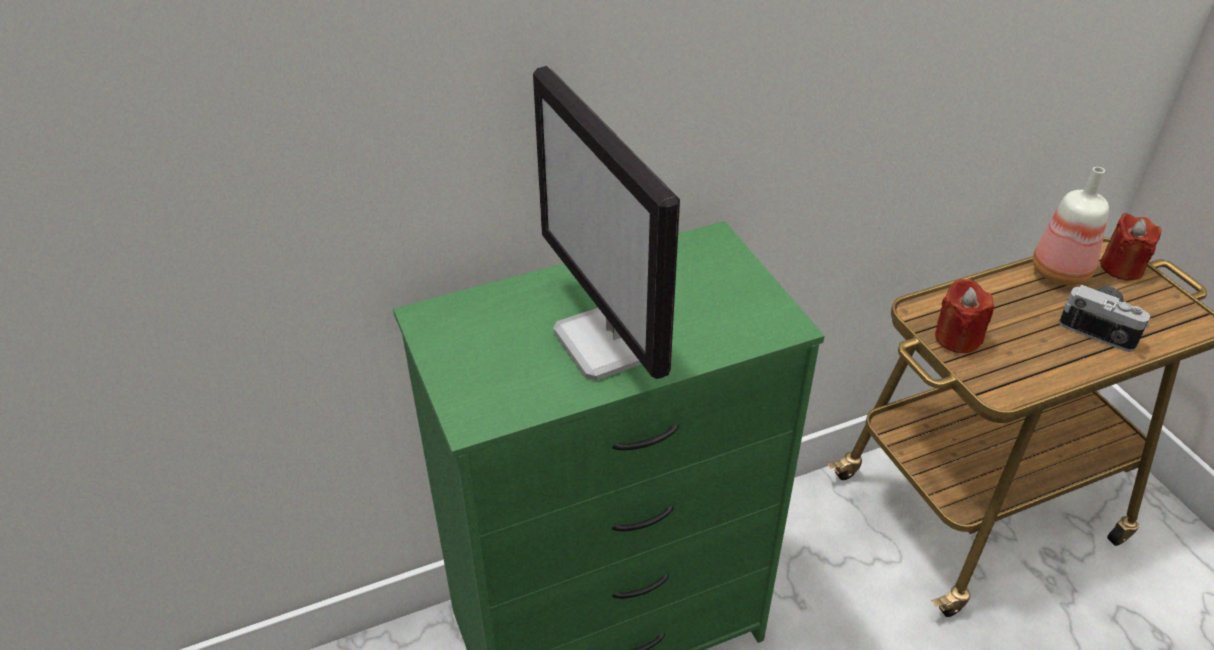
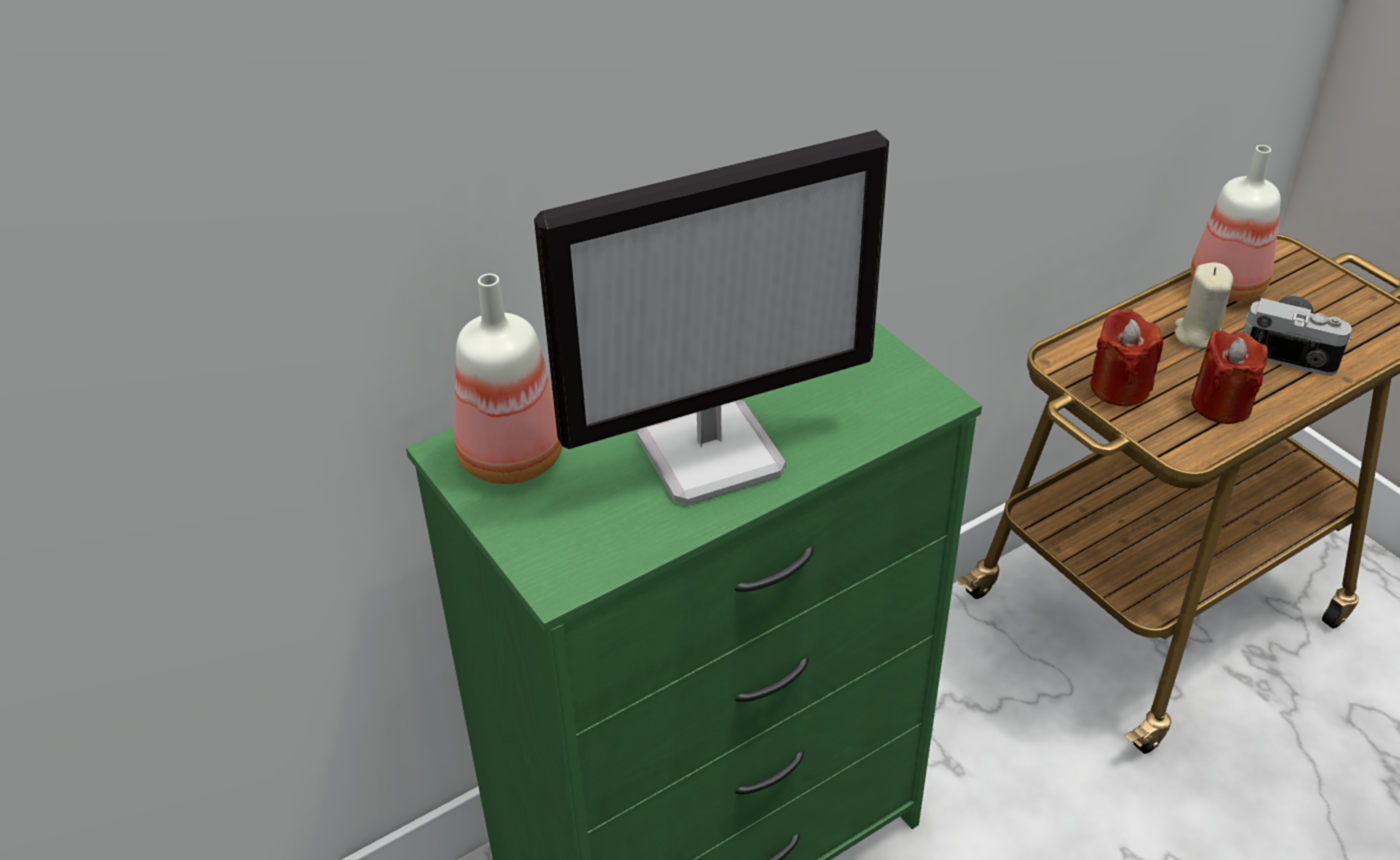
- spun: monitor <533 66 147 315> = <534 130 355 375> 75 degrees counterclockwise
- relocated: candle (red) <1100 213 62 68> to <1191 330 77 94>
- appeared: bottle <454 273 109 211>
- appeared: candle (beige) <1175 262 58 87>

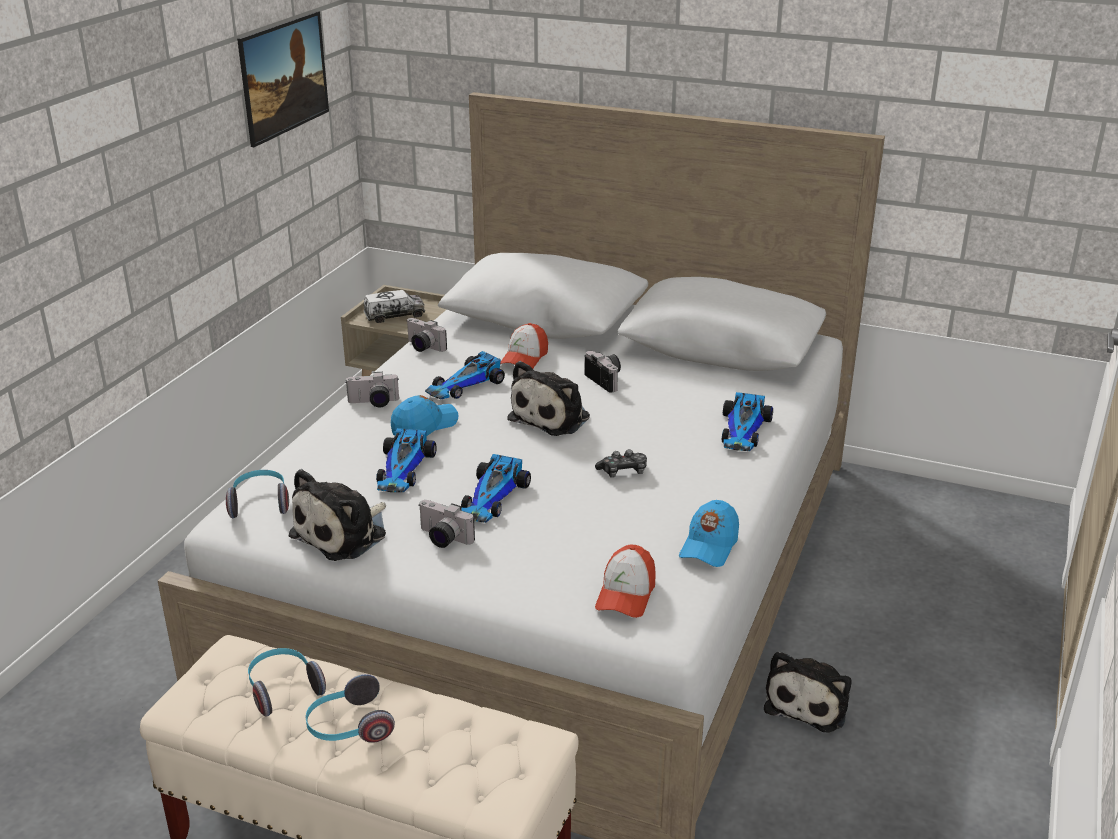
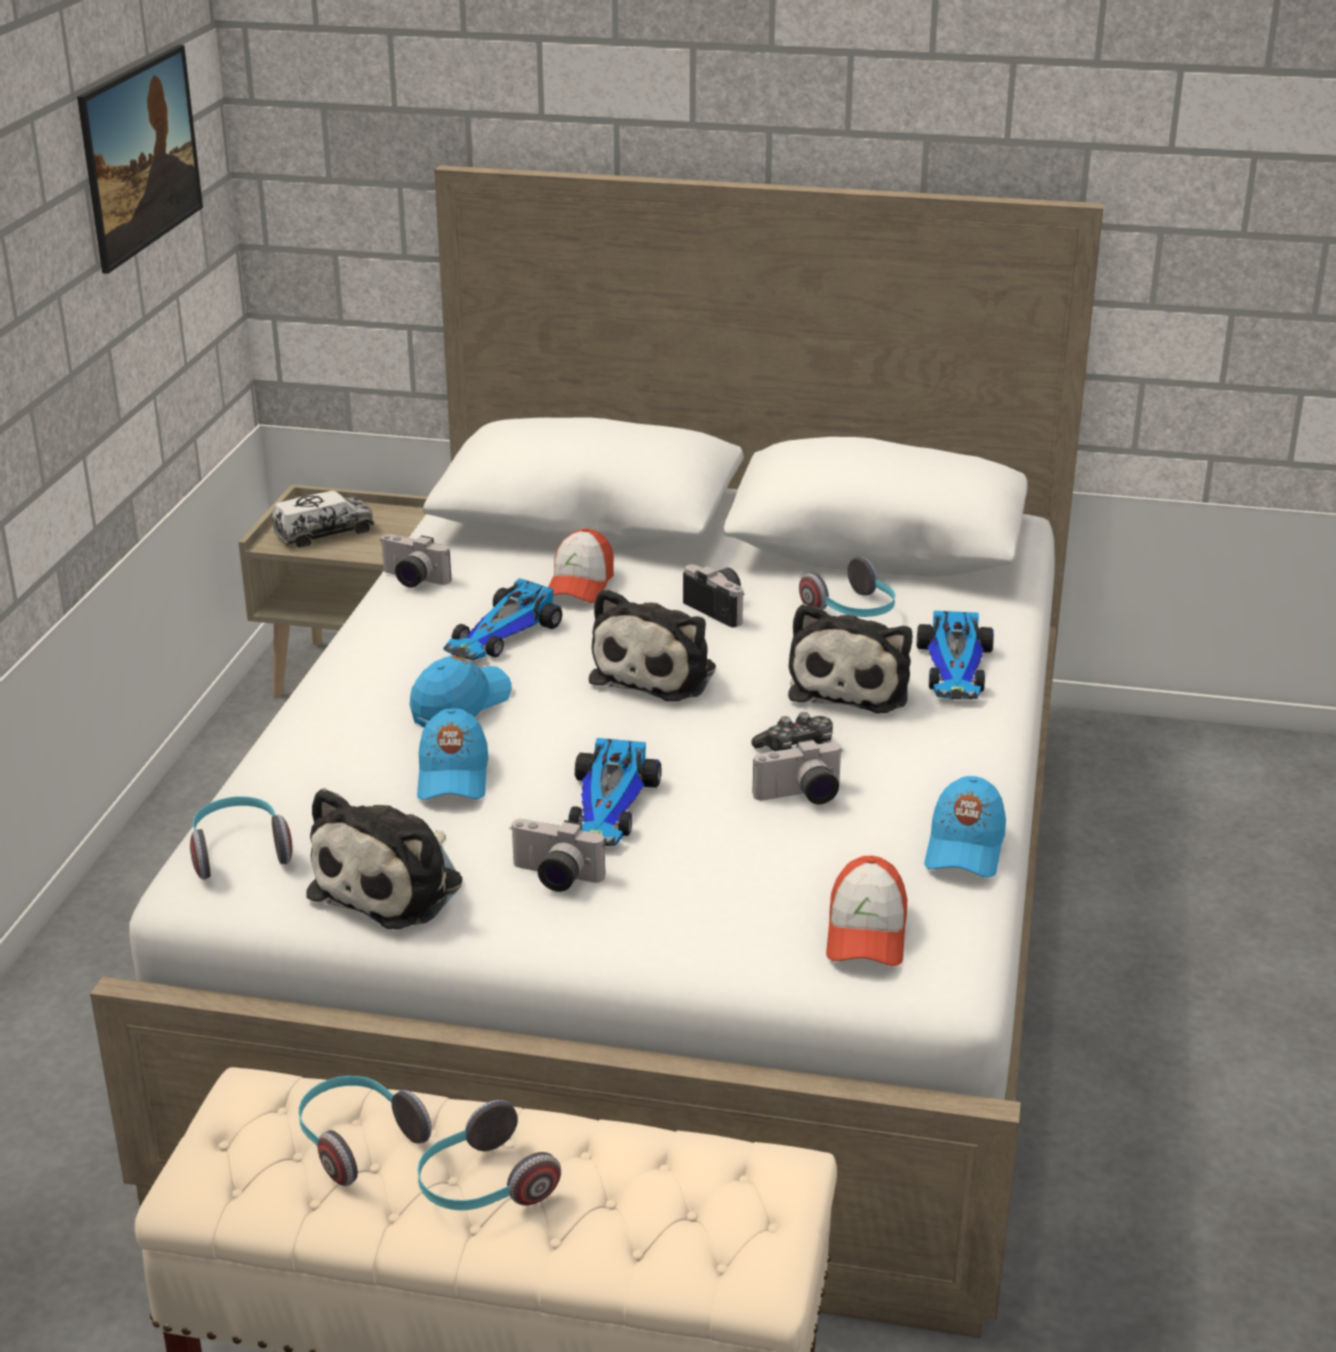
- relocated: photo camera <346 372 53 35> to <753 739 91 65>
- exchanged: toy car <376 428 60 64> to cap (blue) <417 708 71 92>
- relocated: plush toy <764 651 87 82> to <788 603 124 111>
- appeared: headphones <799 557 96 60>

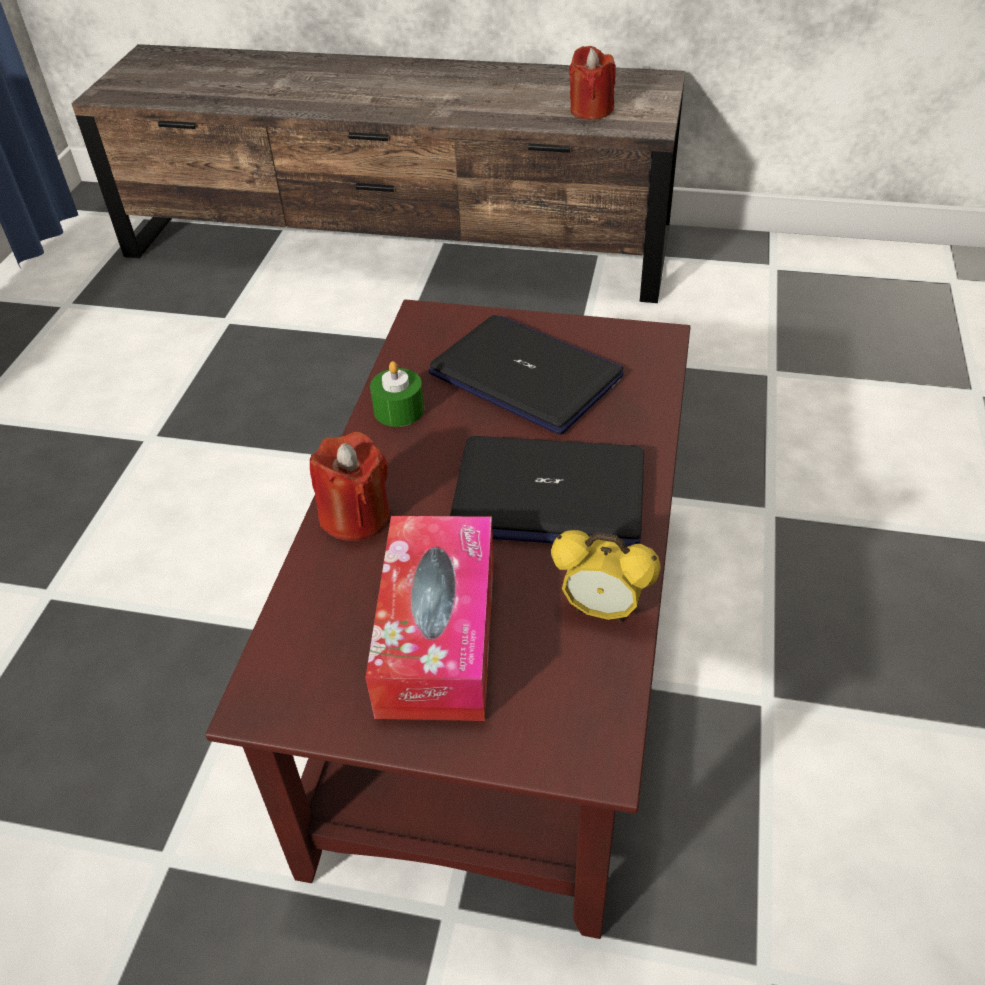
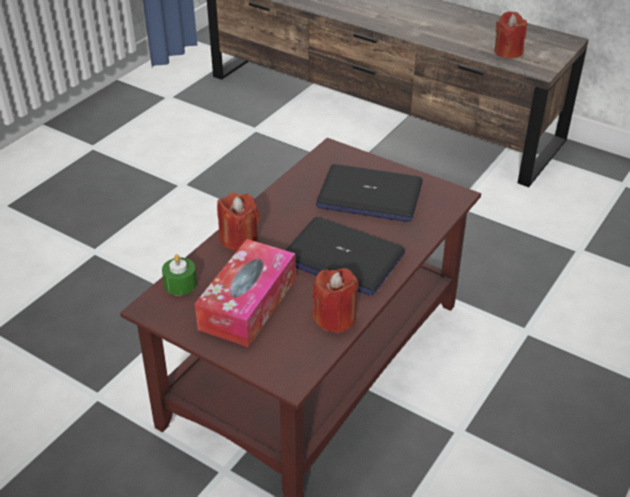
- relocated: candle (green) <370 361 54 66> to <162 254 35 42>
- spun: laptop <428 315 196 119> = <316 164 107 58> 135 degrees clockwise
- exchanged: alarm clock <551 530 110 93> to candle (red) <313 268 46 65>

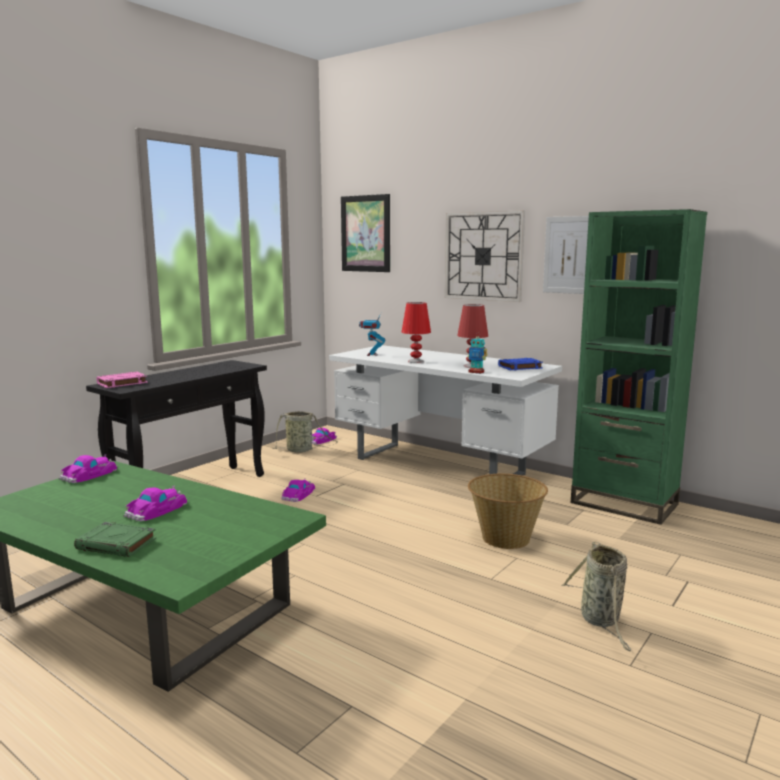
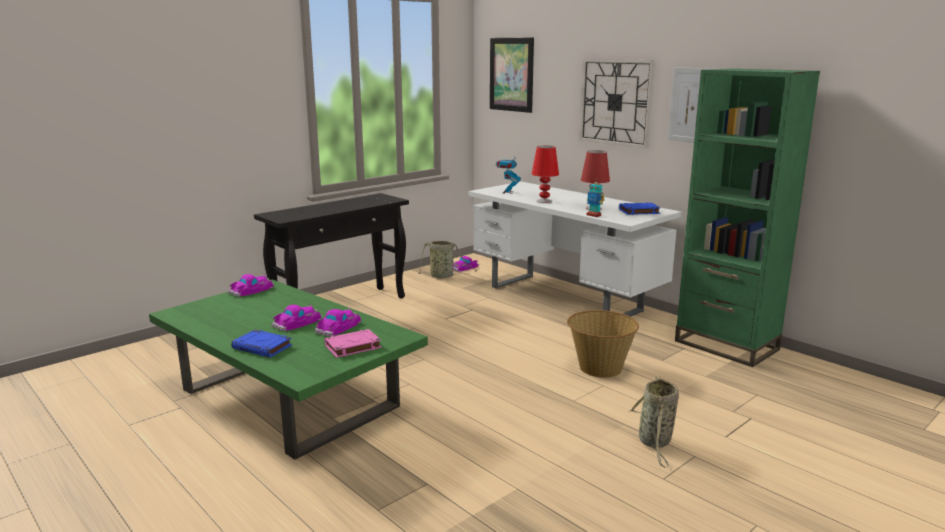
- colour: book (green) <74 522 82 35> to book (blue) <231 329 61 28>
- relocated: book (pink) <97 372 51 16> to <324 329 57 29>
- relocated: toy car <282 478 33 24> to <315 308 46 28>

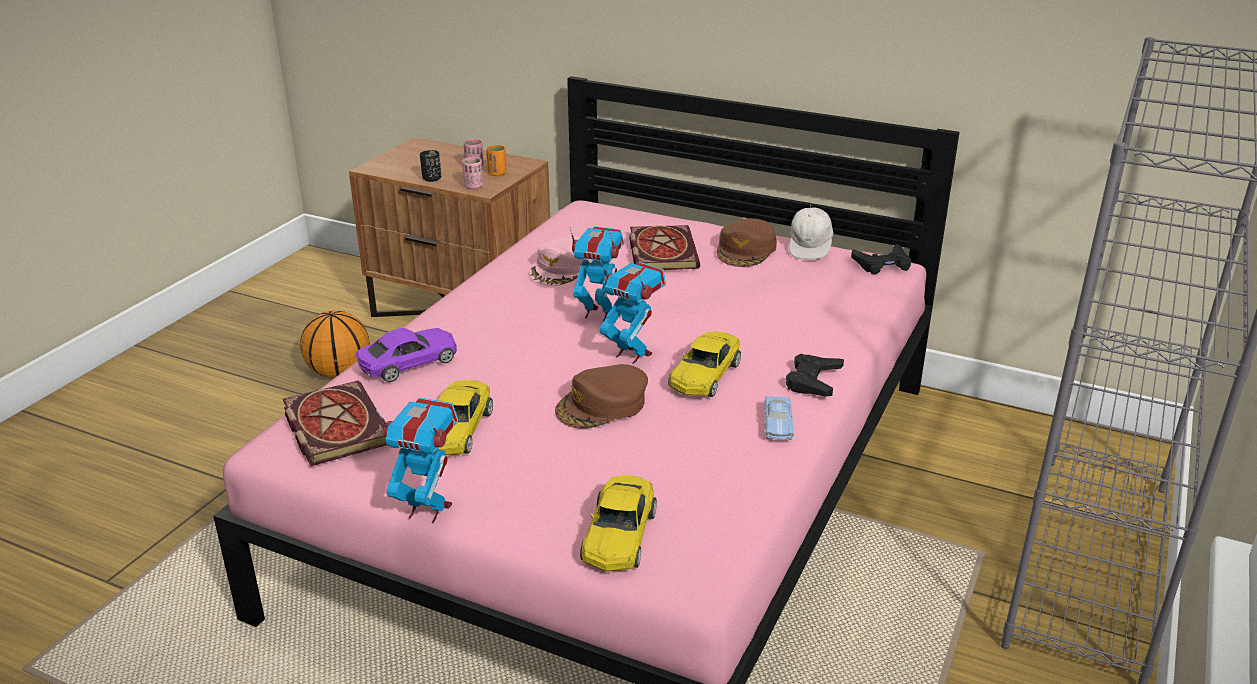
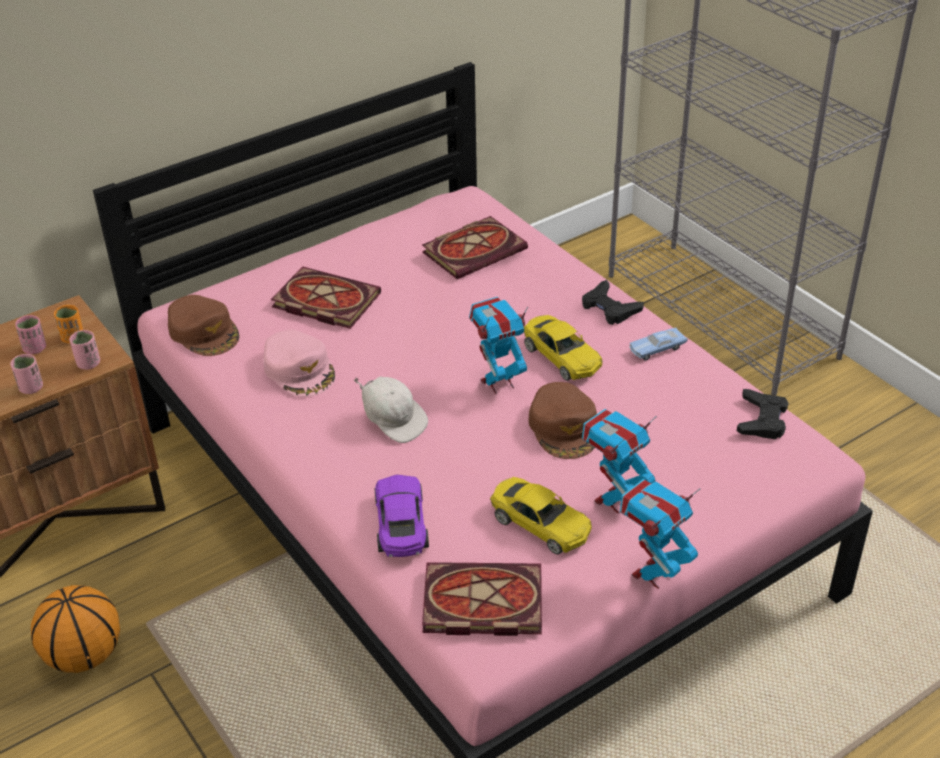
- colour: cup (black) <420 150 21 32> to cup (pink) <11 354 32 40>
- relocated: toy robot <569 226 55 95> to <582 409 75 105>
- missing: toy car (yellow) <580 475 77 97>
- relocated: cap (brown) <717 218 60 49> to <168 295 71 61>
- spun: toy car (blue) <764 396 30 44> = <629 328 59 33> 120 degrees clockwise
- relocated: cap (white) <789 204 45 56> to <354 377 74 66>
- relocated: game controller (black) <851 244 60 31> to <737 389 51 50>
- appeared: book <422 216 106 63>

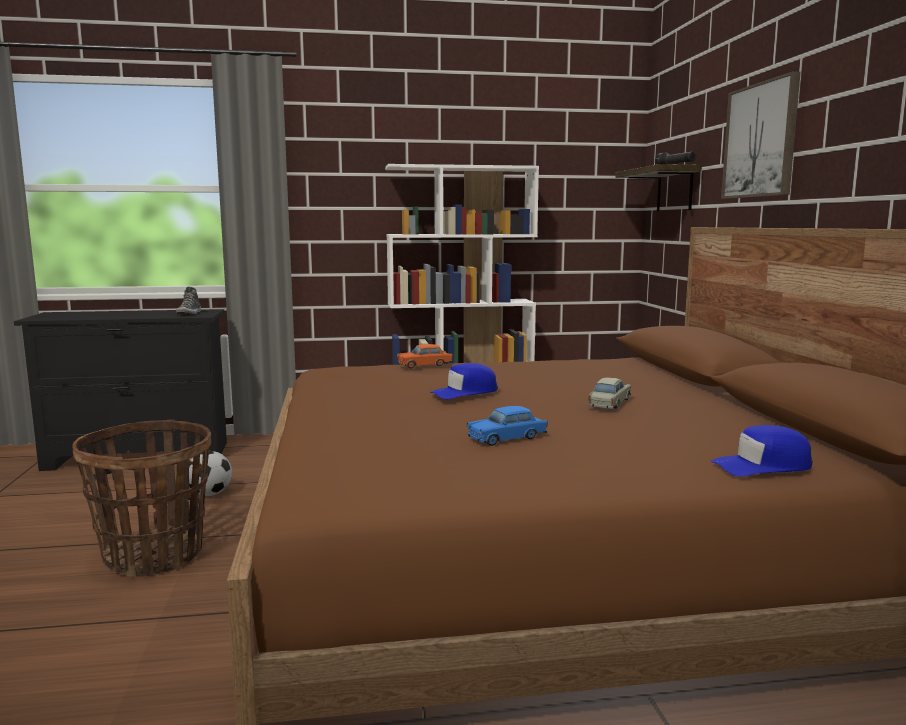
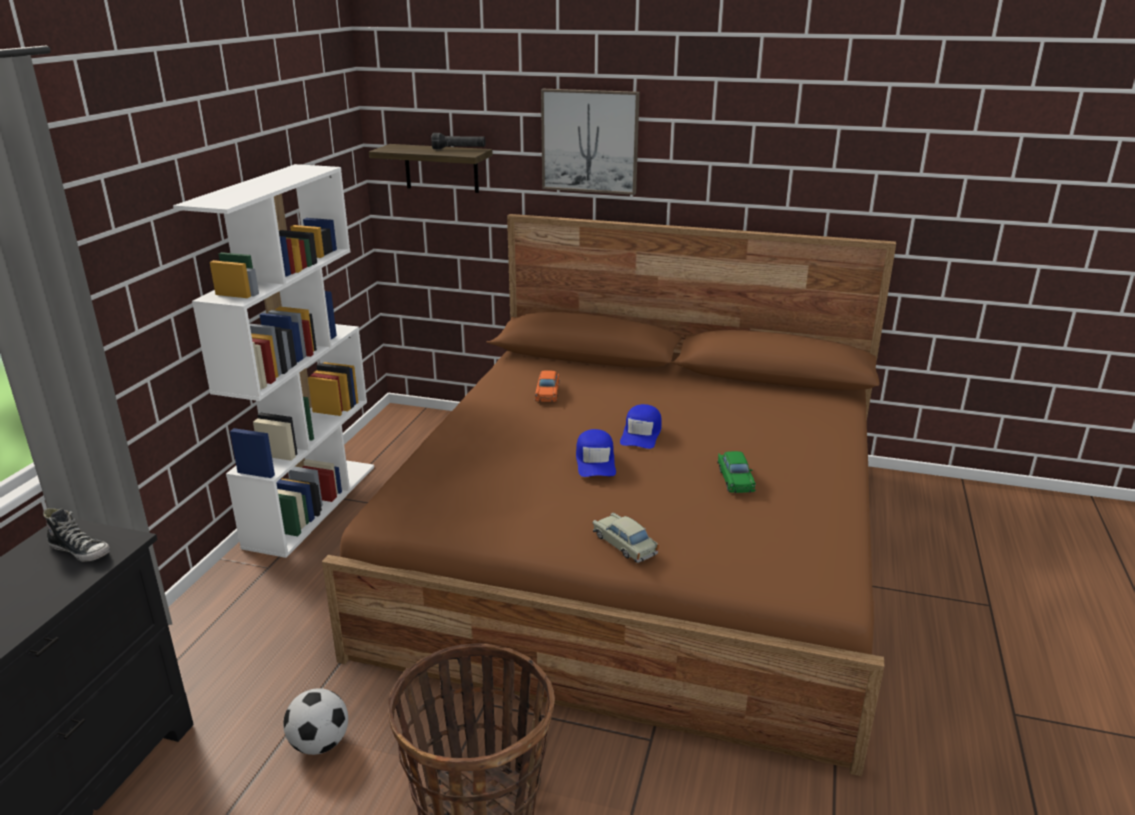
- relocated: toy car (orange) <397 344 56 24> to <535 370 25 32>
- colour: toy car (blue) <467 406 81 40> to toy car (green) <717 451 39 42>
- relocated: toy car (beige) <588 377 43 32> to <593 512 66 51>
- relocated: cap (blue) <711 425 101 51> to <620 404 42 45>

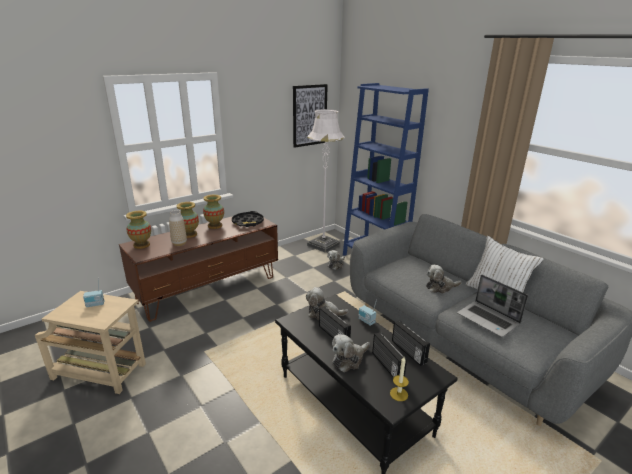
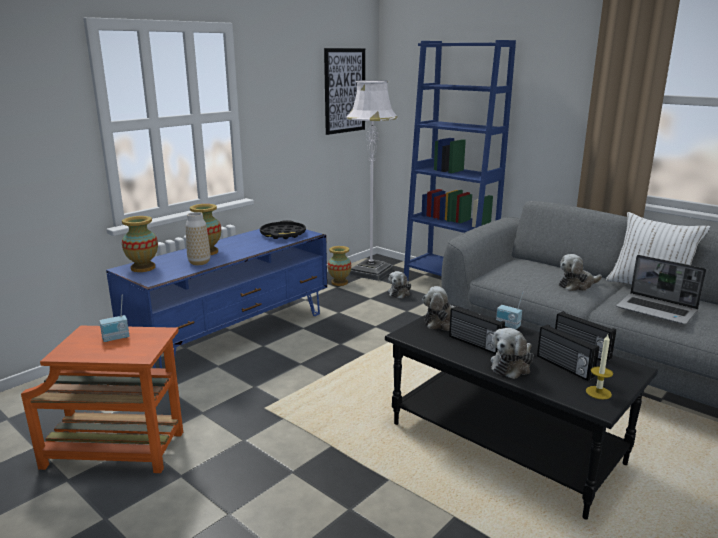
- colour: side table (beige) <35 291 111 103> to side table (orange) <21 326 162 147>
- colour: tv stand (brown) <119 216 159 106> to tv stand (blue) <106 229 221 139>
- relocated: vase <203 195 21 34> to <327 246 24 40>

